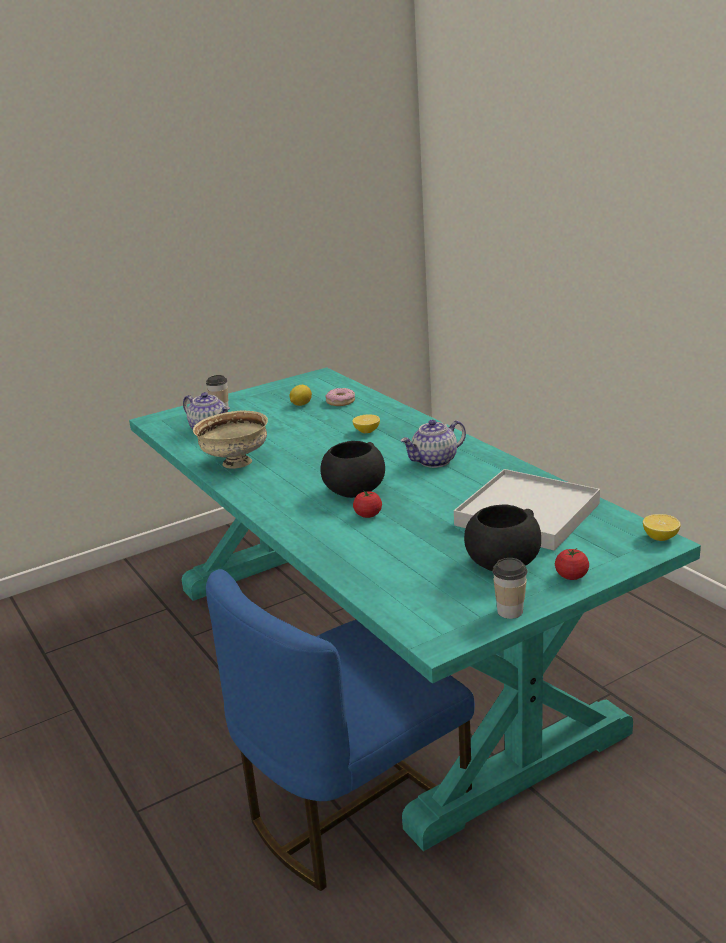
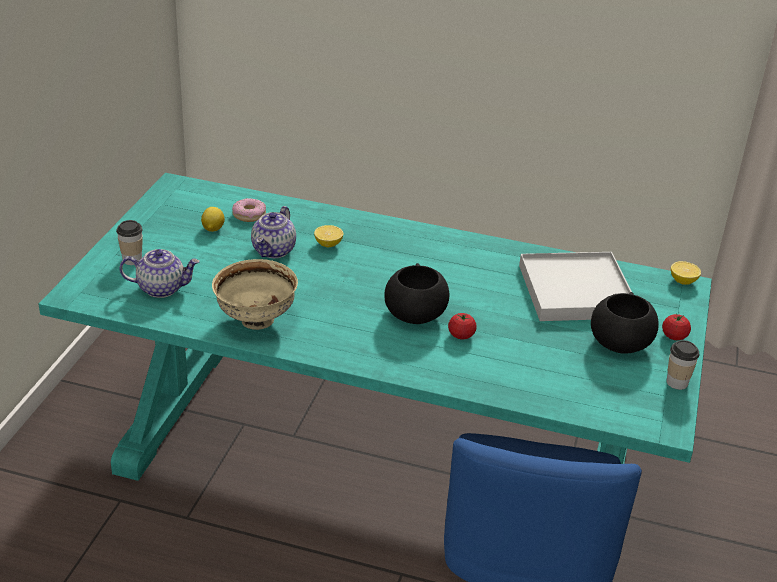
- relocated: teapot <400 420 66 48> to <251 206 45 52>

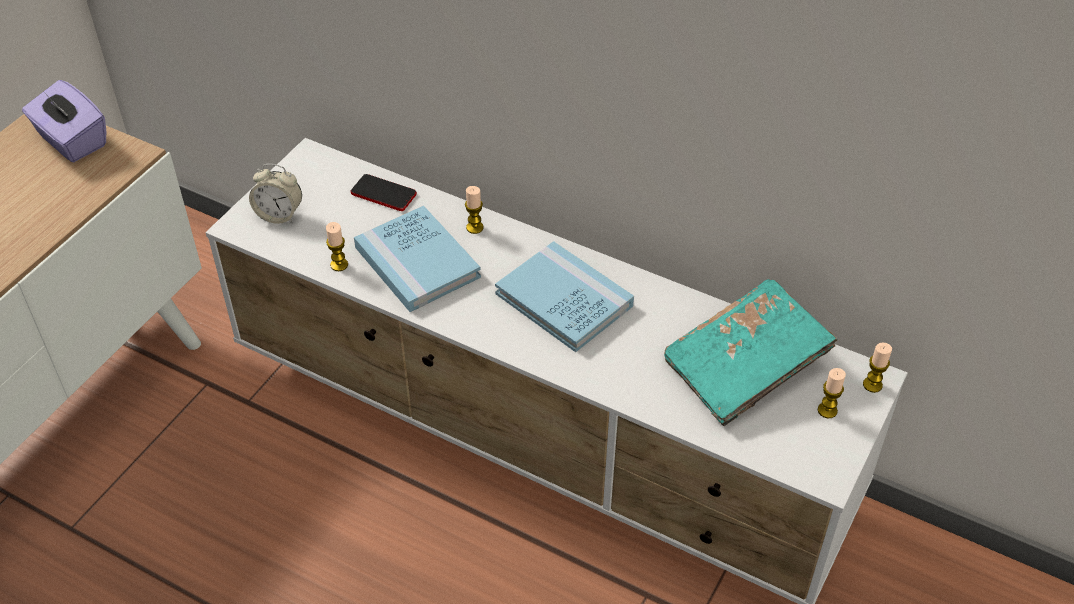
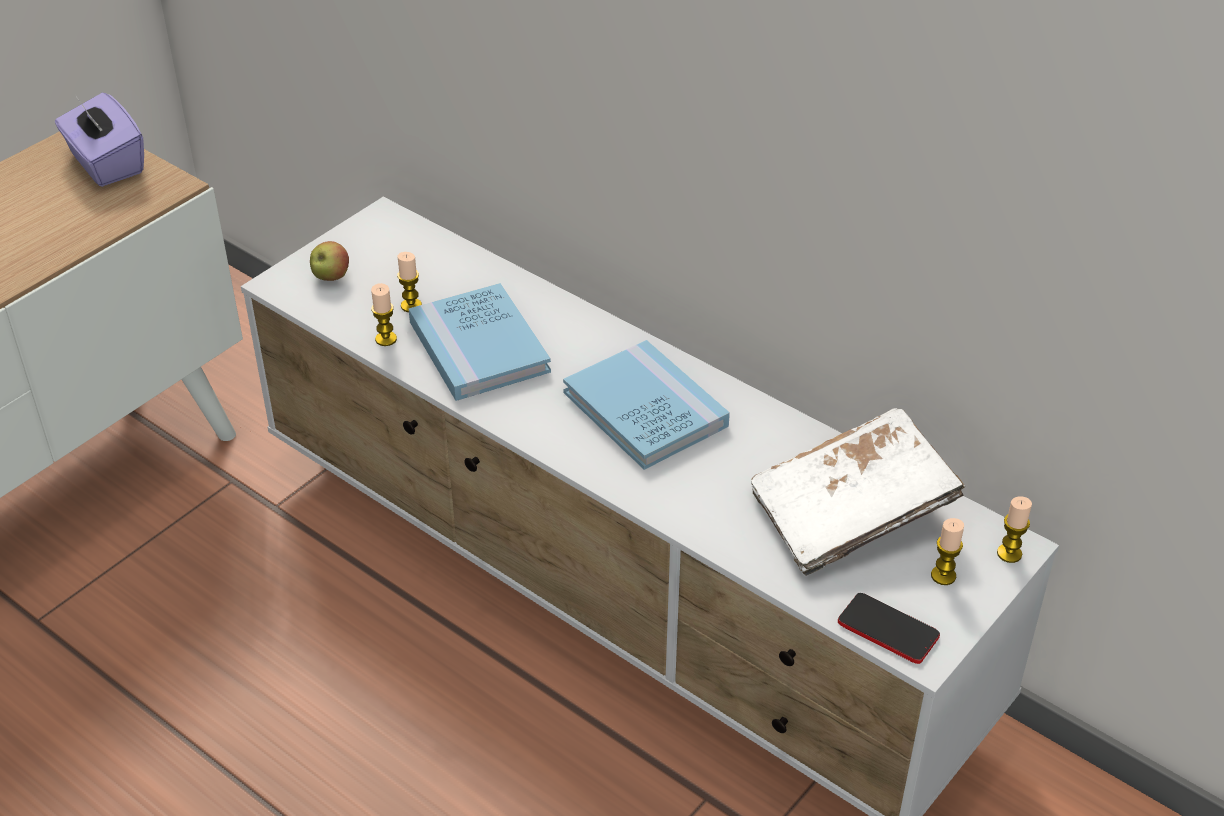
- exchanged: alarm clock <249 164 53 60> to apple <310 241 39 40>
- relocated: phone <351 174 66 37> to <838 593 102 71>
- relocated: candle <465 186 19 48> to <397 252 25 60>
- colour: book (turquoise) <664 279 174 147> to book (white) <751 408 215 168>

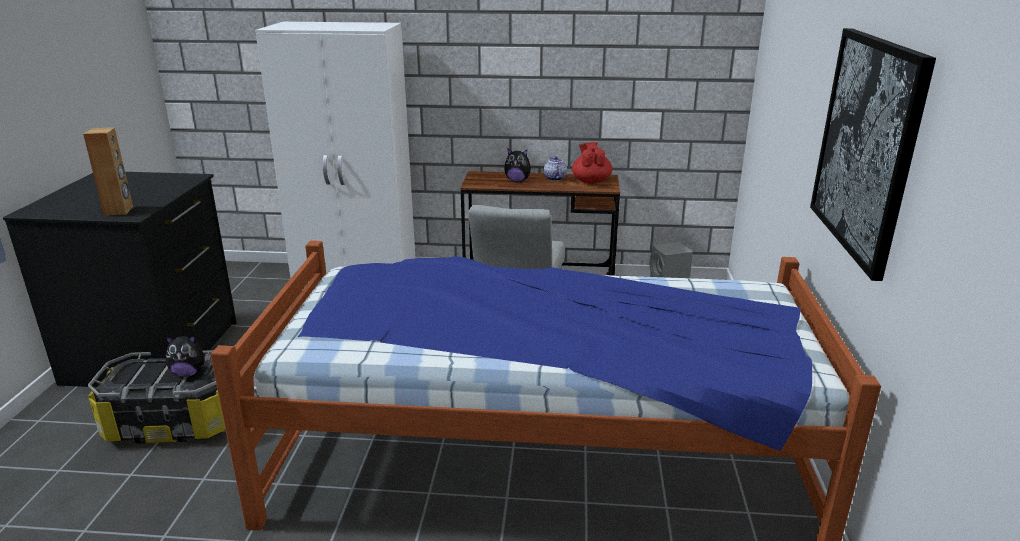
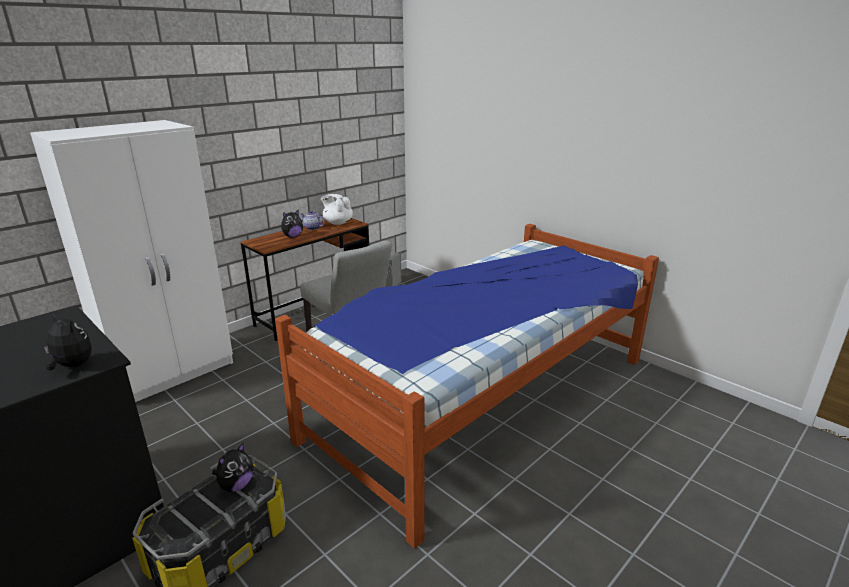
- exchanged: speaker (brown) <83 127 50 89> to plush toy <44 313 48 57>
- colour: teapot (red) <572 142 40 42> to teapot (white) <320 194 33 31>
- missing: picture <810 28 126 253>

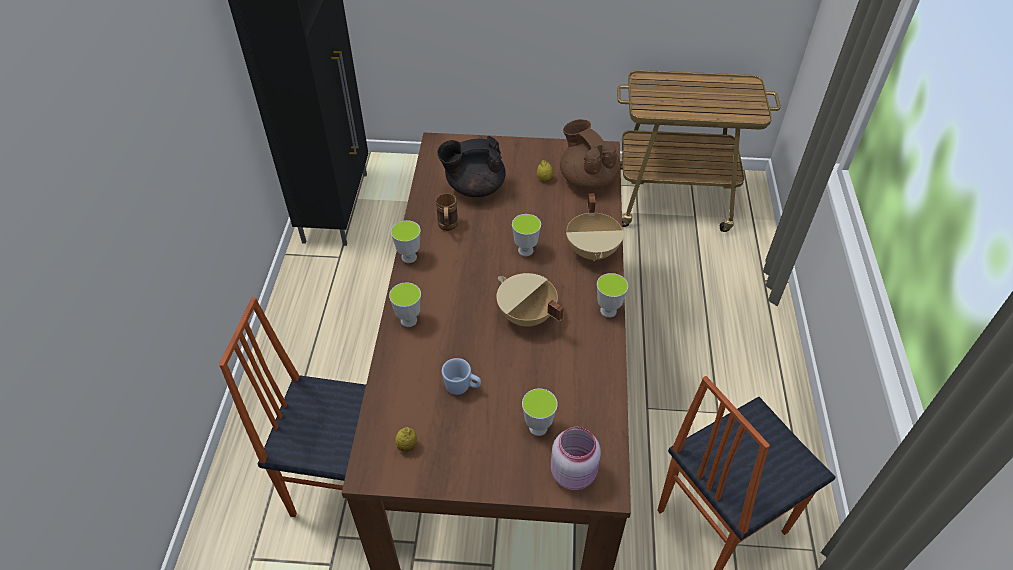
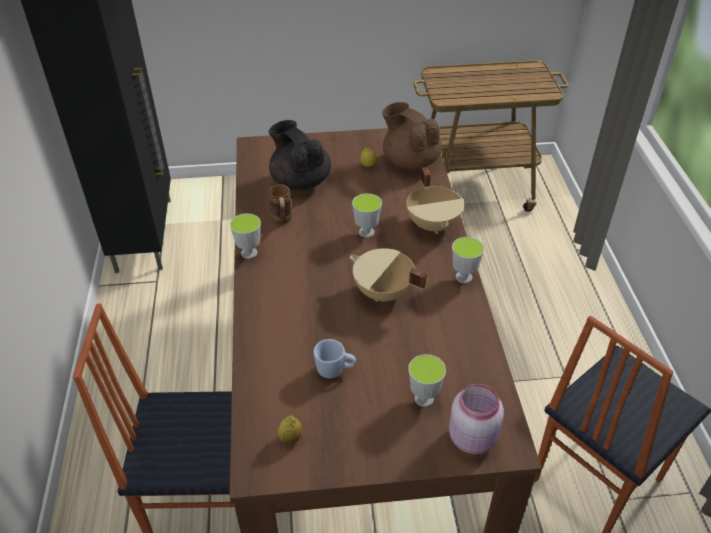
- missing: cup <389 282 32 45>
- spun: teapot (black) <437 136 69 61> = <269 120 62 70> 75 degrees clockwise

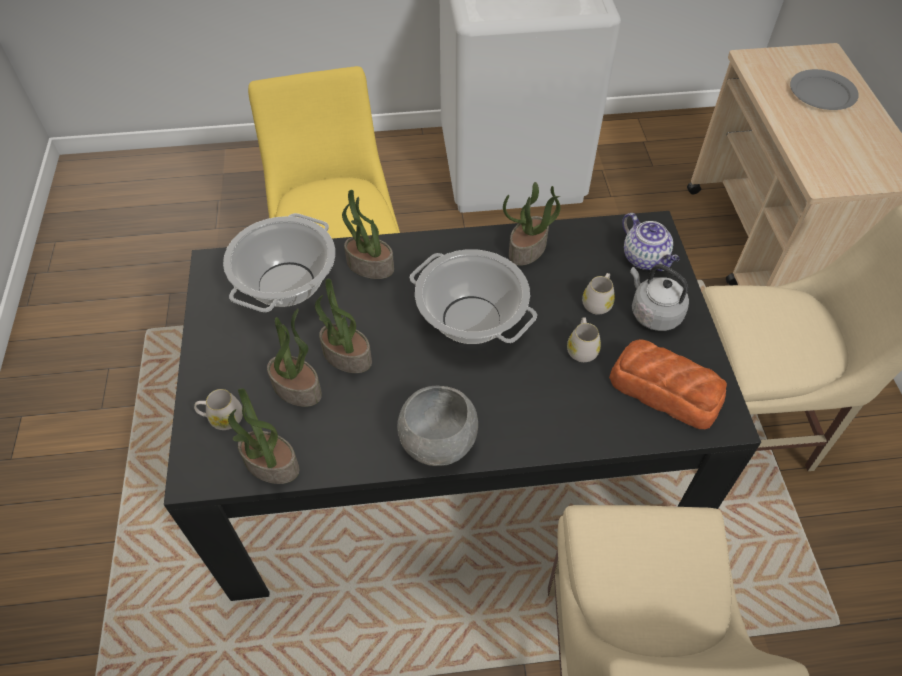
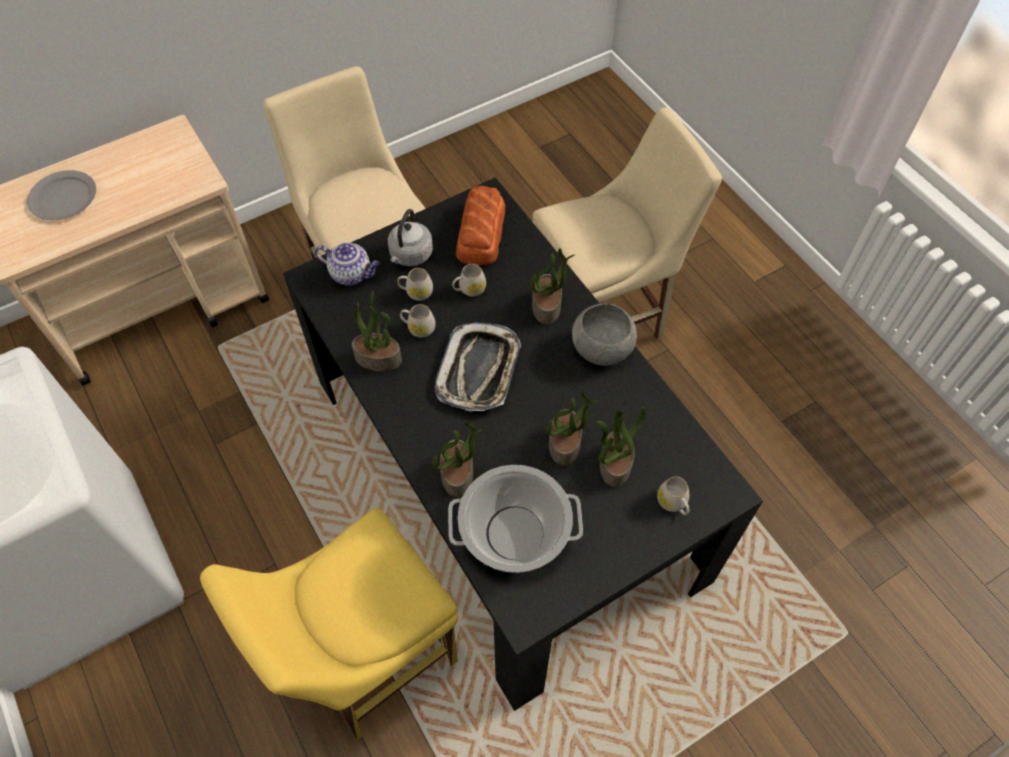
- relocated: potted plant <228 388 72 96> to <530 248 45 77>
- exchanged: cooking pot <410 249 127 95> to tray <435 322 86 90>
- spun: teapot <622 213 58 58> = <315 242 65 44> 75 degrees clockwise
- appeared: mug (white) <400 304 36 34>

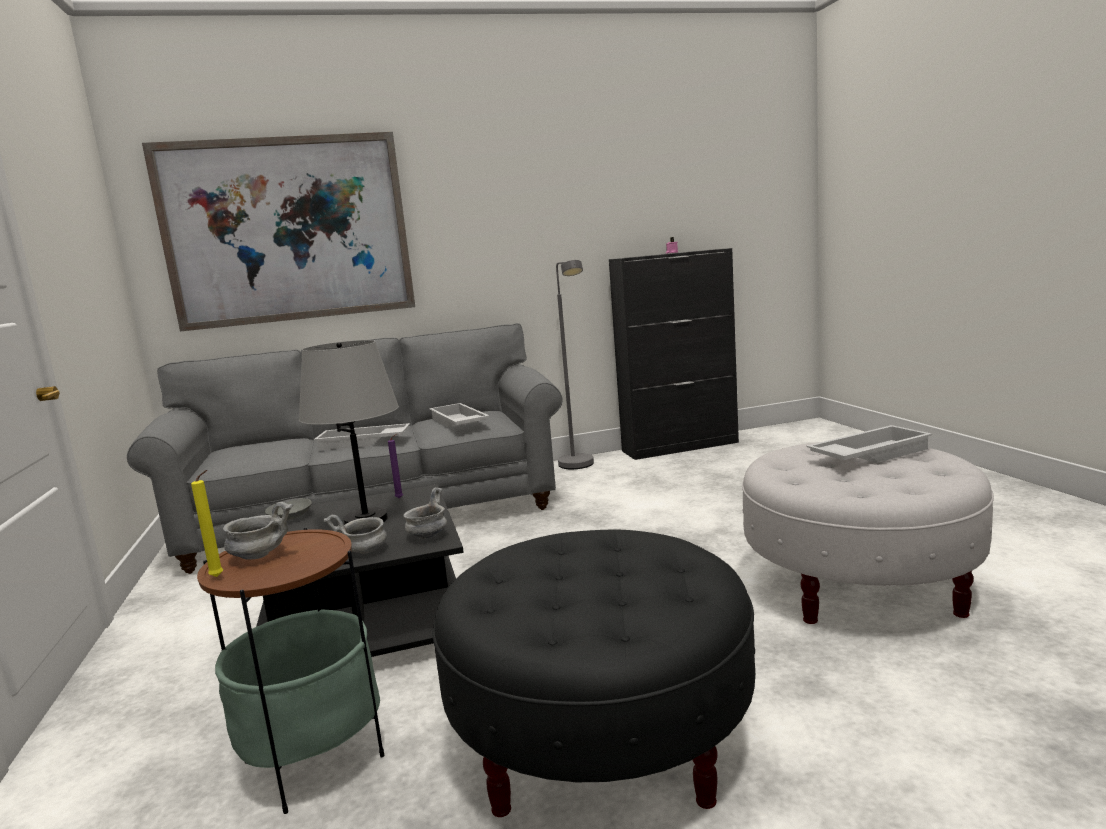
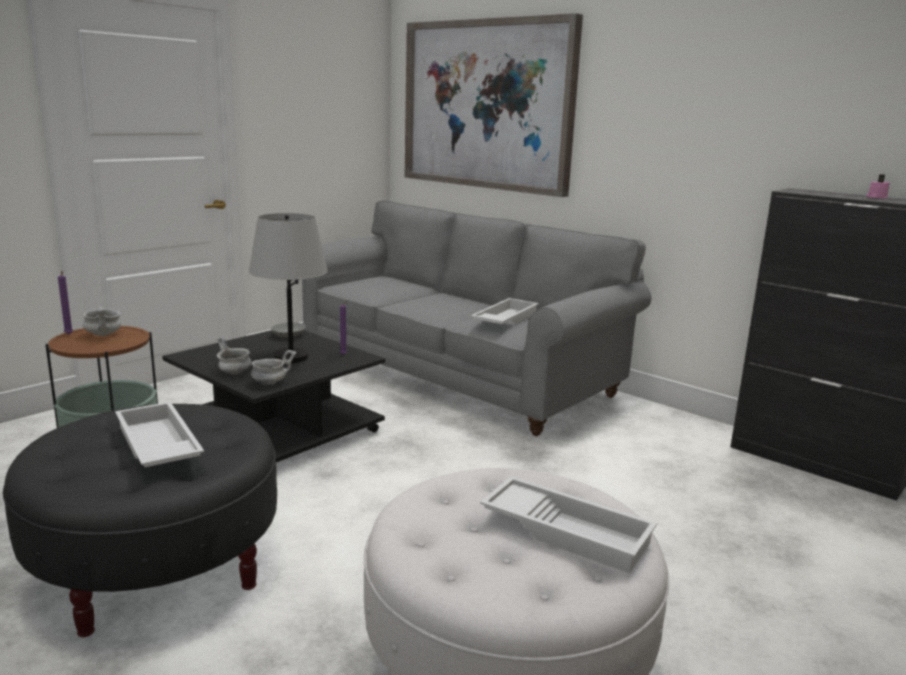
- colour: candle (yellow) <191 470 32 107> to candle (purple) <58 271 15 63>
- relocated: tray (white) <314 423 96 27> to <115 402 89 65>
- missing: floor lamp (grey) <556 260 38 209>

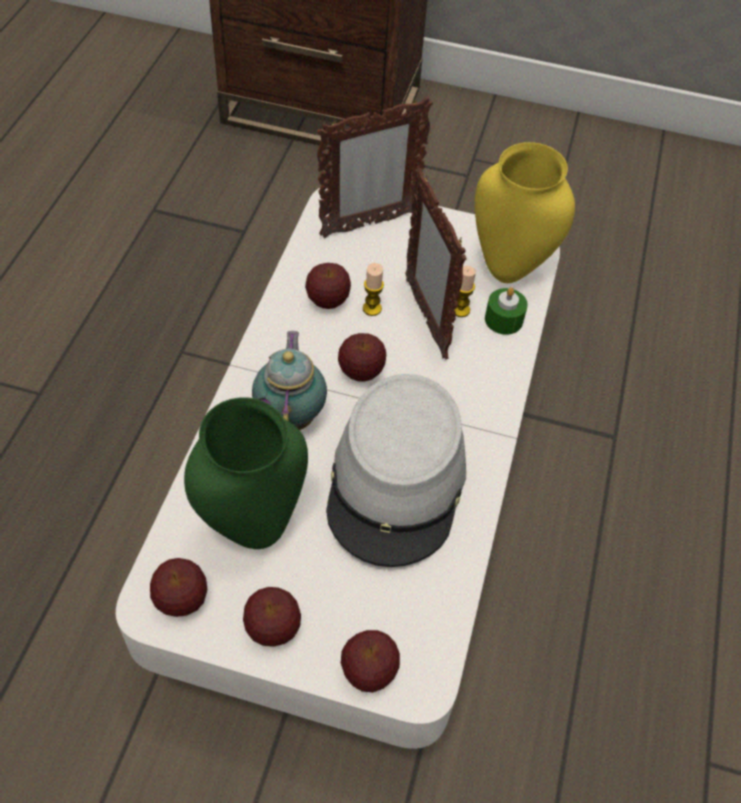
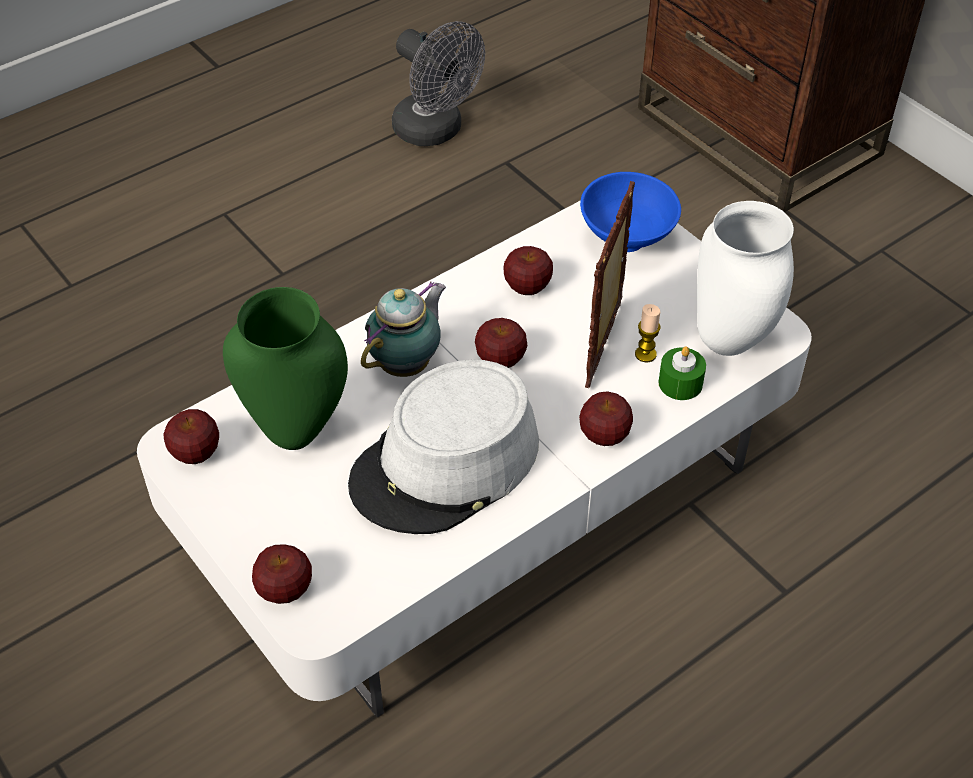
- relocated: apple <243 587 58 60> to <579 392 54 54>
- exchanged: picture frame <316 97 117 141> to bowl (blue) <580 172 101 80>
- missing: candle <363 263 21 53>
- colour: vase (yellow) <474 142 101 141> to vase (white) <697 201 97 155>
- appeared: fan (grey) <392 21 93 125>

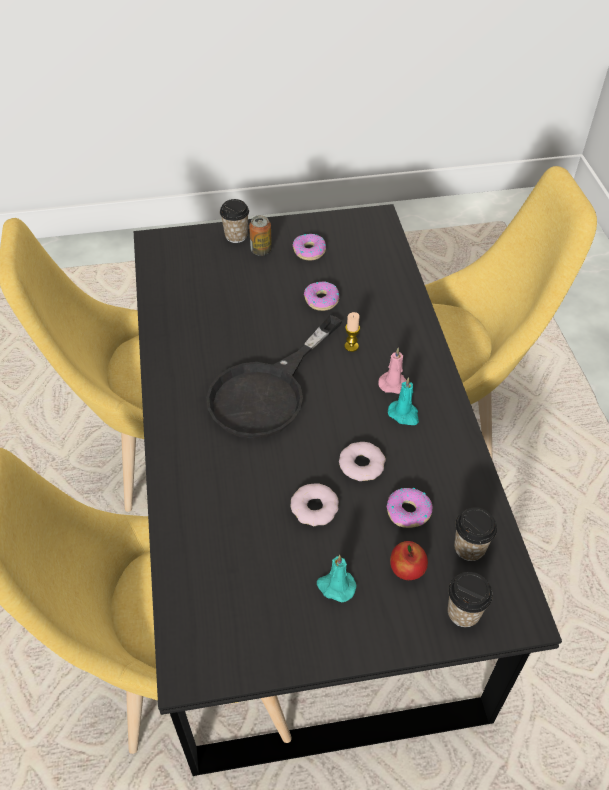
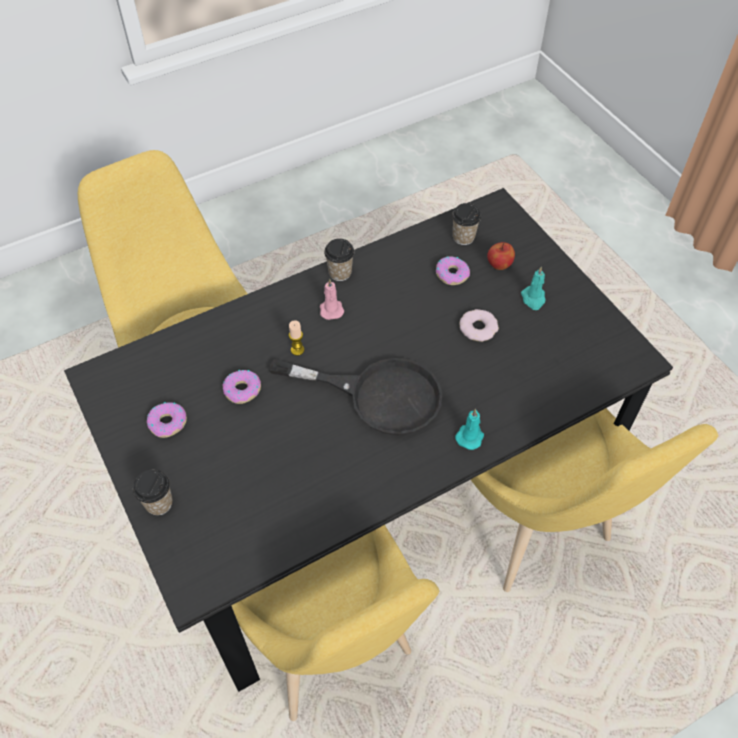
- missing: can <249 215 23 41>
- missing: donut <339 442 47 39>
- relocated: candle (turquoise) <388 377 31 48> to <455 409 29 41>
- relocated: cup <448 572 45 55> to <324 238 30 43>

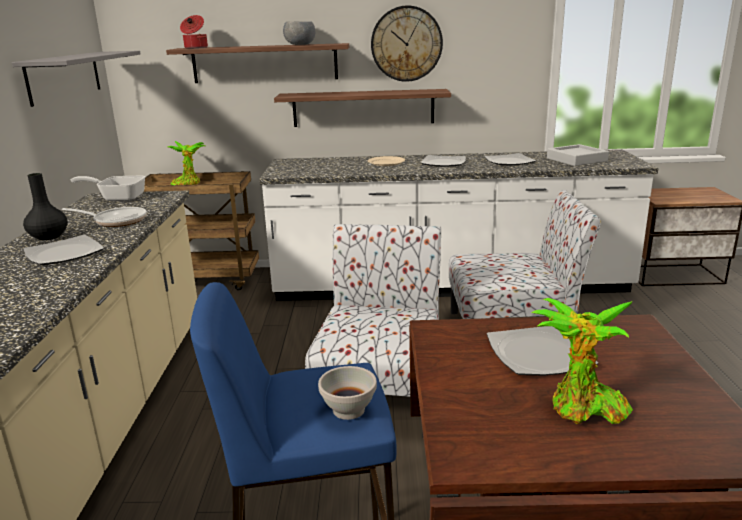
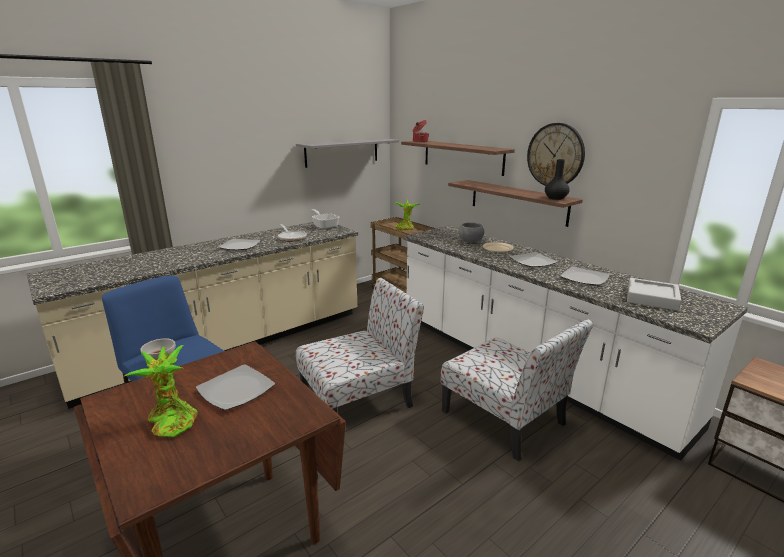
- relocated: vase (black) <23 173 45 67> to <545 159 25 41>
- relocated: bowl (grey) <283 22 32 23> to <459 222 25 21>

